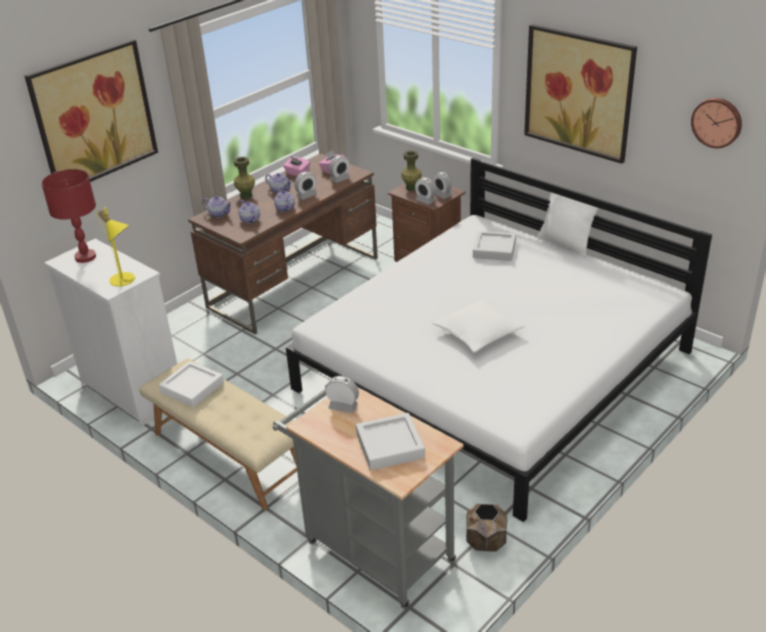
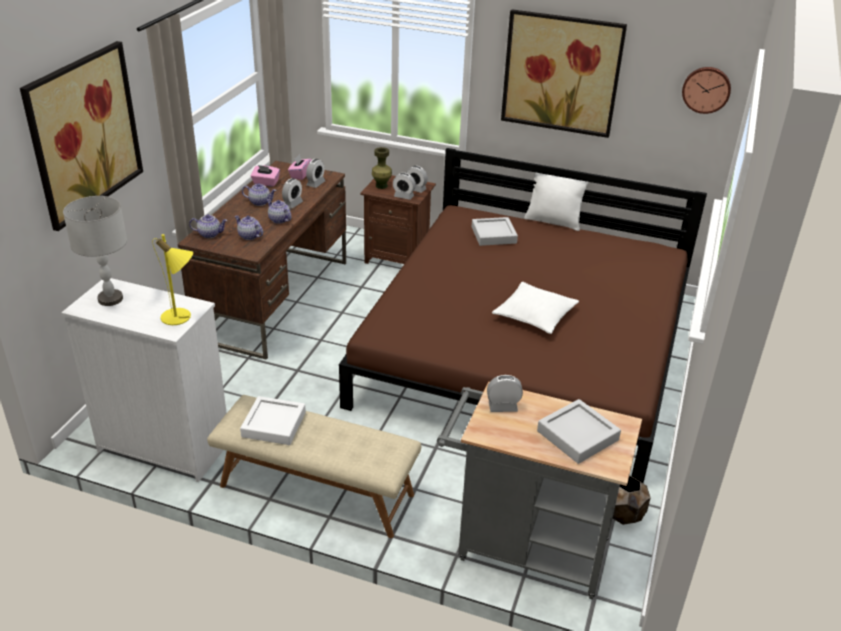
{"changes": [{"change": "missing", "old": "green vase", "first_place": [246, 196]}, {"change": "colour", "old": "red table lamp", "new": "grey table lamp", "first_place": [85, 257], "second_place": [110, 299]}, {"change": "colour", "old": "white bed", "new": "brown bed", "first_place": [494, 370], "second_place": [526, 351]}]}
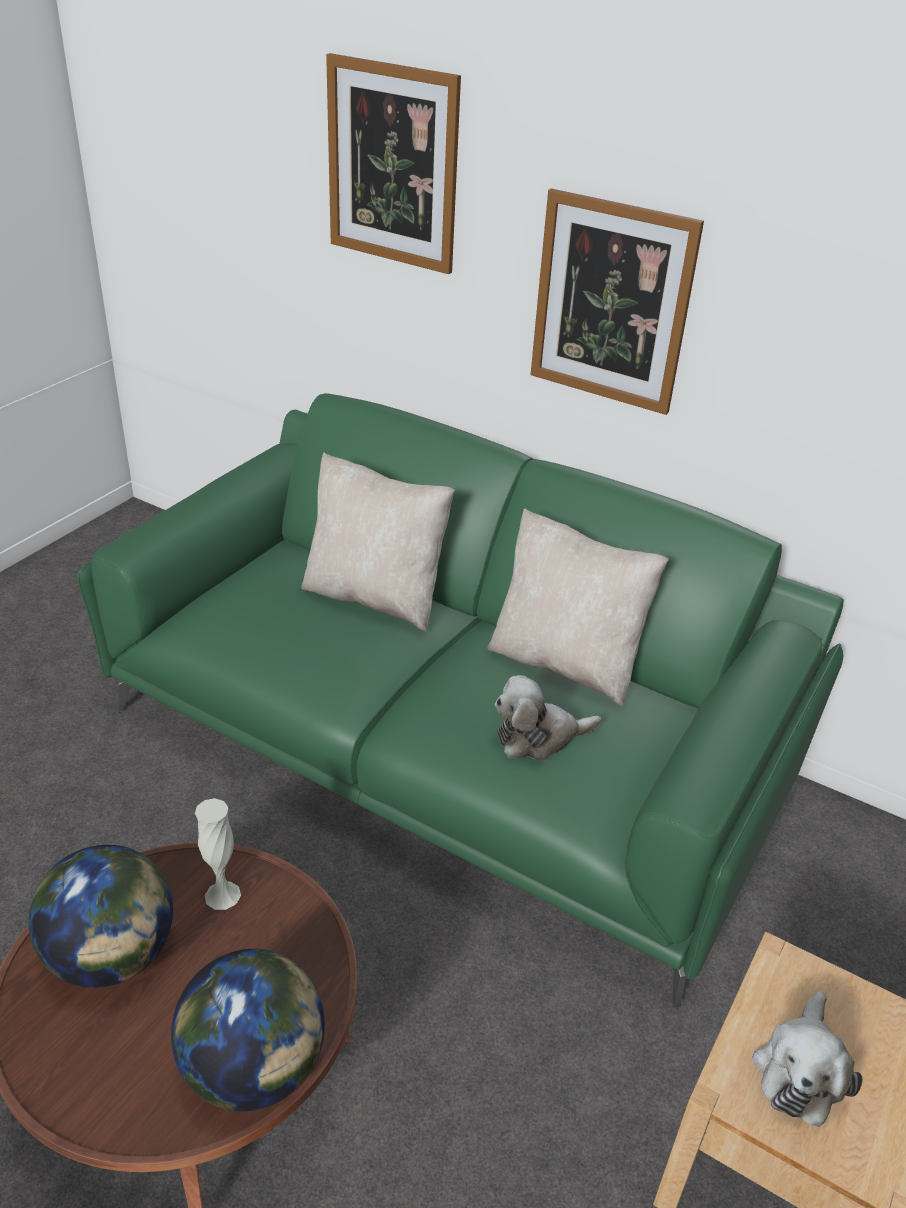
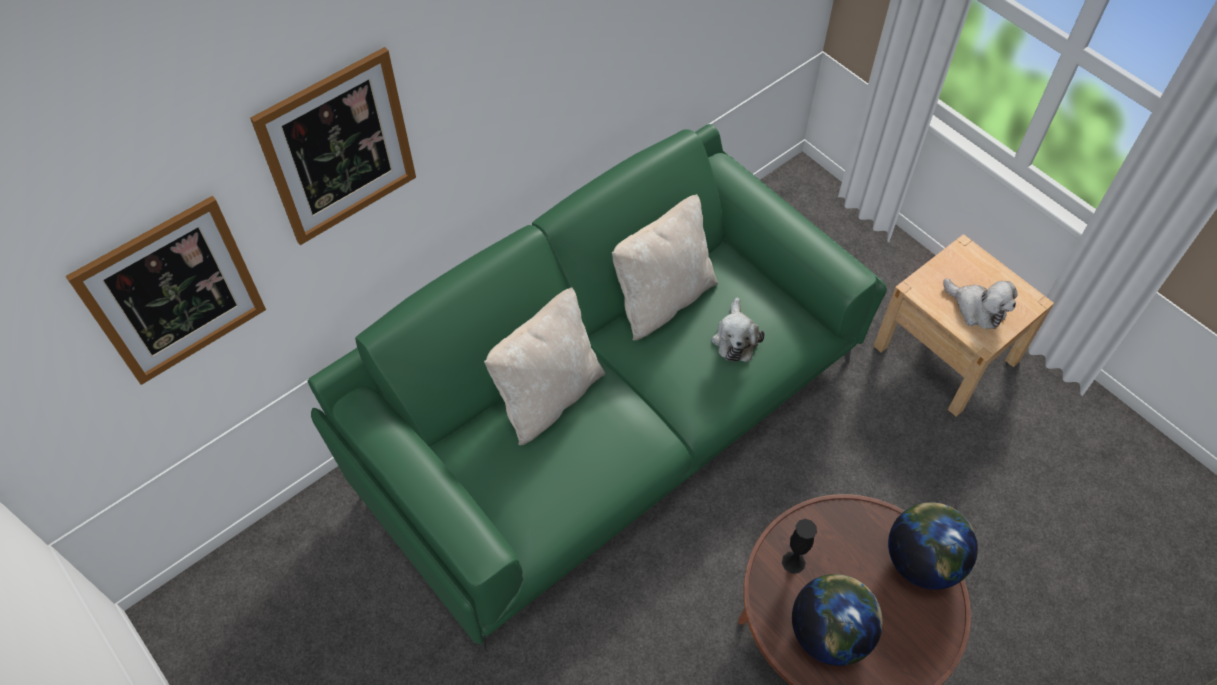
{"changes": [{"change": "relocated", "old": "picture", "first_place": [611, 303], "second_place": [173, 292]}, {"change": "colour", "old": "white vase", "new": "black vase", "first_place": [222, 895], "second_place": [793, 562]}]}
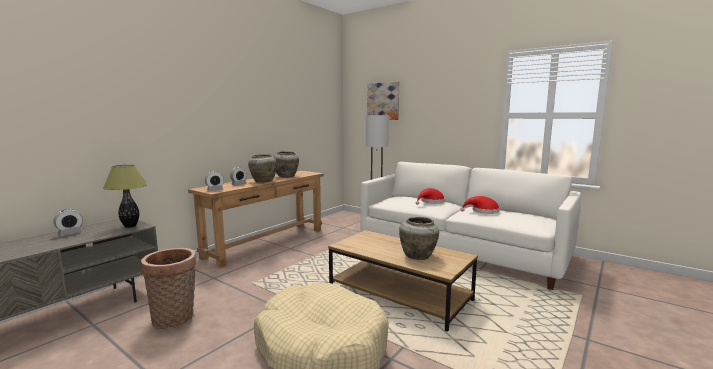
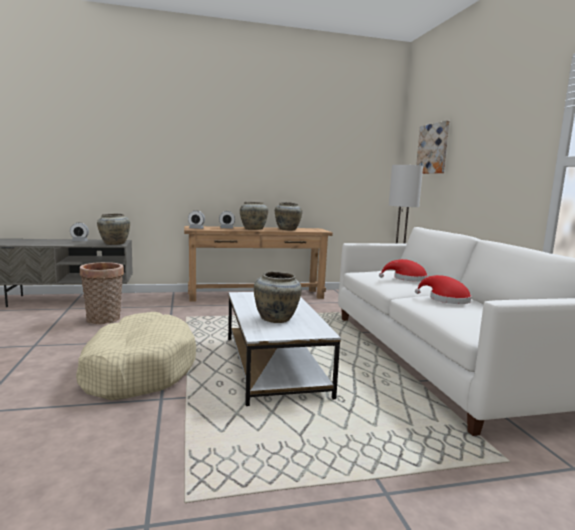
{"changes": [{"change": "exchanged", "old": "table lamp", "new": "beige vase", "first_place": [130, 226], "second_place": [114, 243]}, {"change": "colour", "old": "brown coffee table", "new": "white coffee table", "first_place": [399, 294], "second_place": [274, 365]}]}
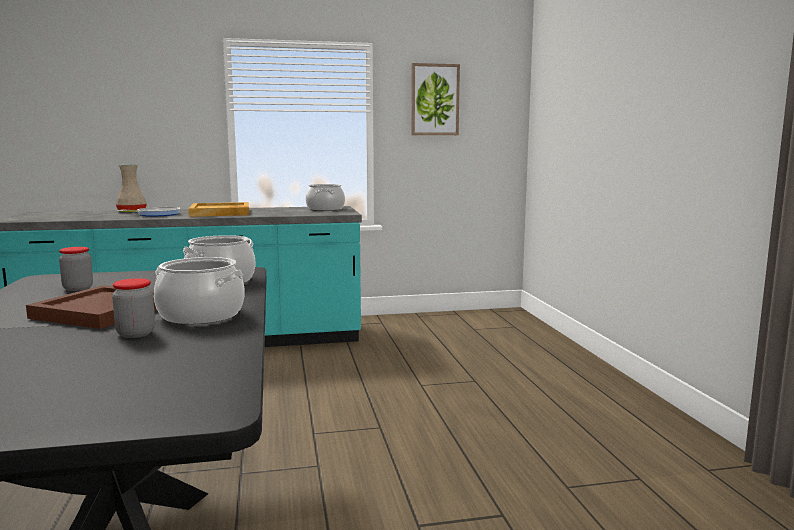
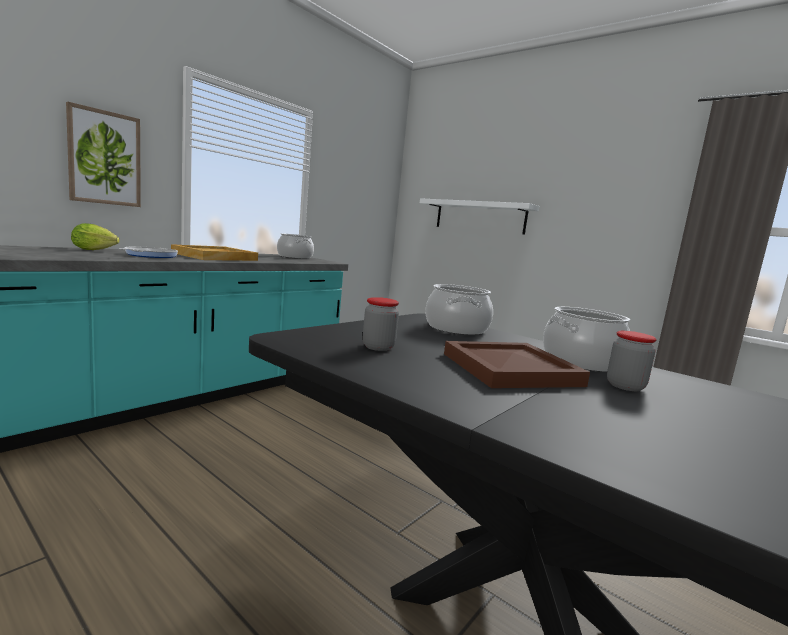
{"changes": [{"change": "appeared", "new": "white shelf", "second_place": [479, 216]}, {"change": "relocated", "old": "picture", "first_place": [434, 100], "second_place": [104, 158]}, {"change": "exchanged", "old": "beige vase", "new": "lettuce", "first_place": [132, 212], "second_place": [96, 250]}]}
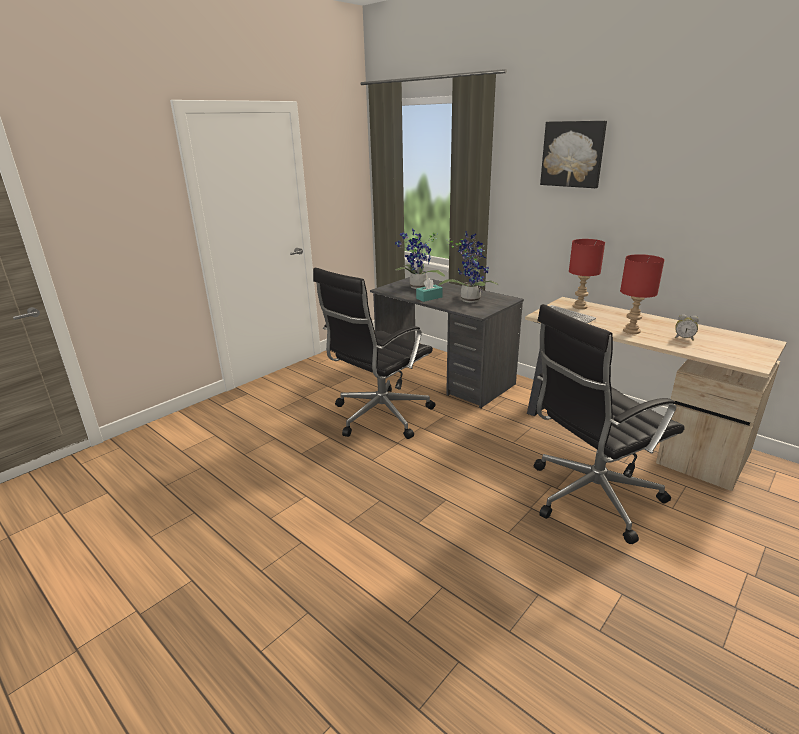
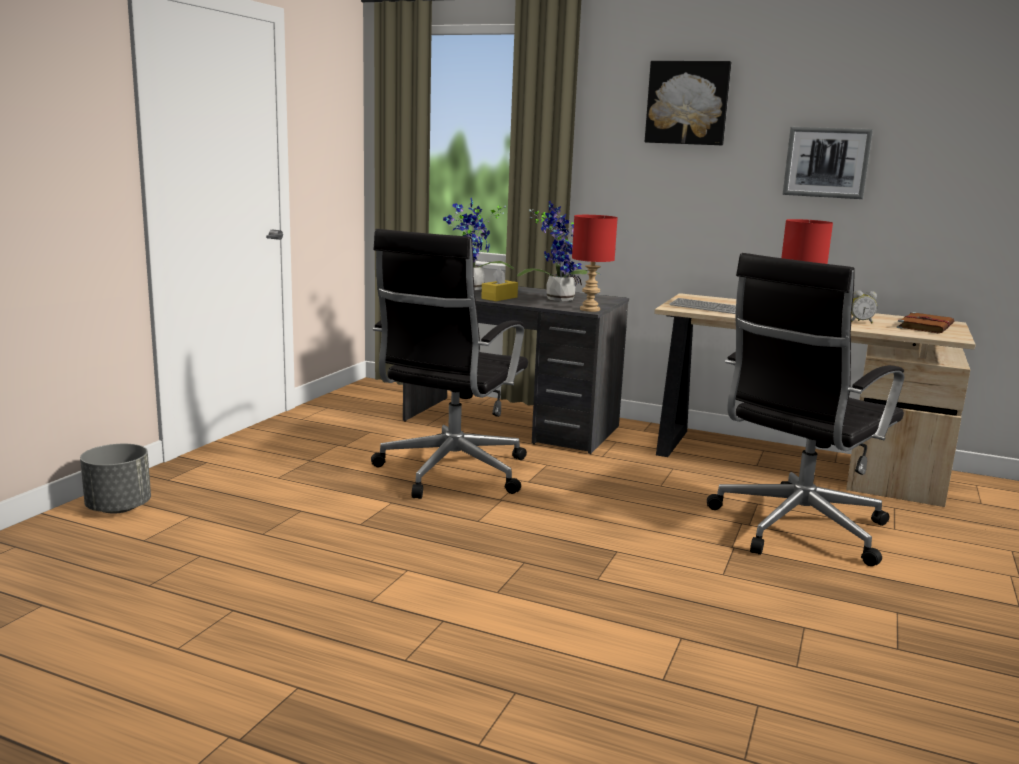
{"changes": [{"change": "appeared", "new": "grey planter", "second_place": [118, 508]}, {"change": "appeared", "new": "picture", "second_place": [826, 162]}, {"change": "appeared", "new": "brown book", "second_place": [925, 326]}, {"change": "relocated", "old": "red table lamp", "first_place": [580, 307], "second_place": [590, 309]}, {"change": "colour", "old": "turquoise tissue box", "new": "yellow tissue box", "first_place": [429, 298], "second_place": [499, 298]}]}
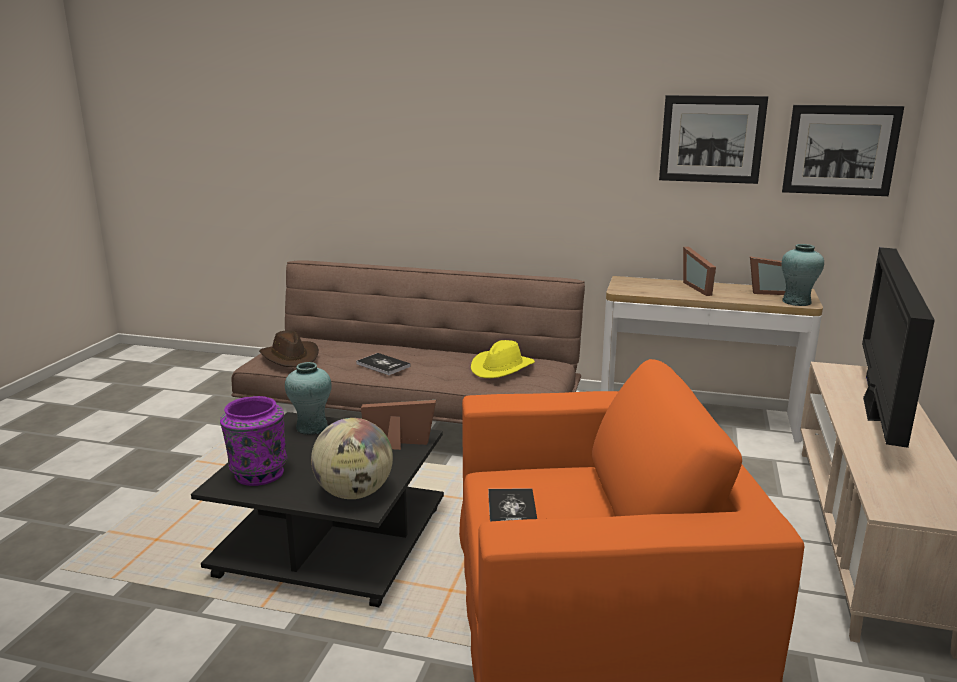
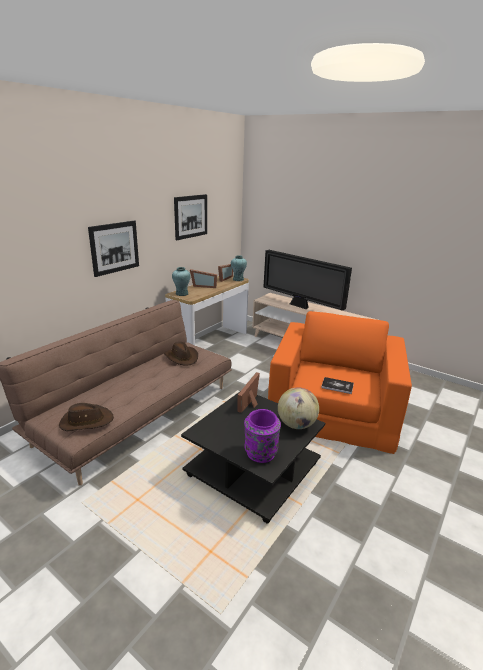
{"changes": [{"change": "missing", "old": "book", "first_place": [383, 365]}, {"change": "relocated", "old": "turquoise vase", "first_place": [311, 427], "second_place": [182, 294]}, {"change": "relocated", "old": "picture", "first_place": [840, 150], "second_place": [114, 247]}, {"change": "colour", "old": "yellow hat", "new": "brown hat", "first_place": [502, 368], "second_place": [182, 357]}]}
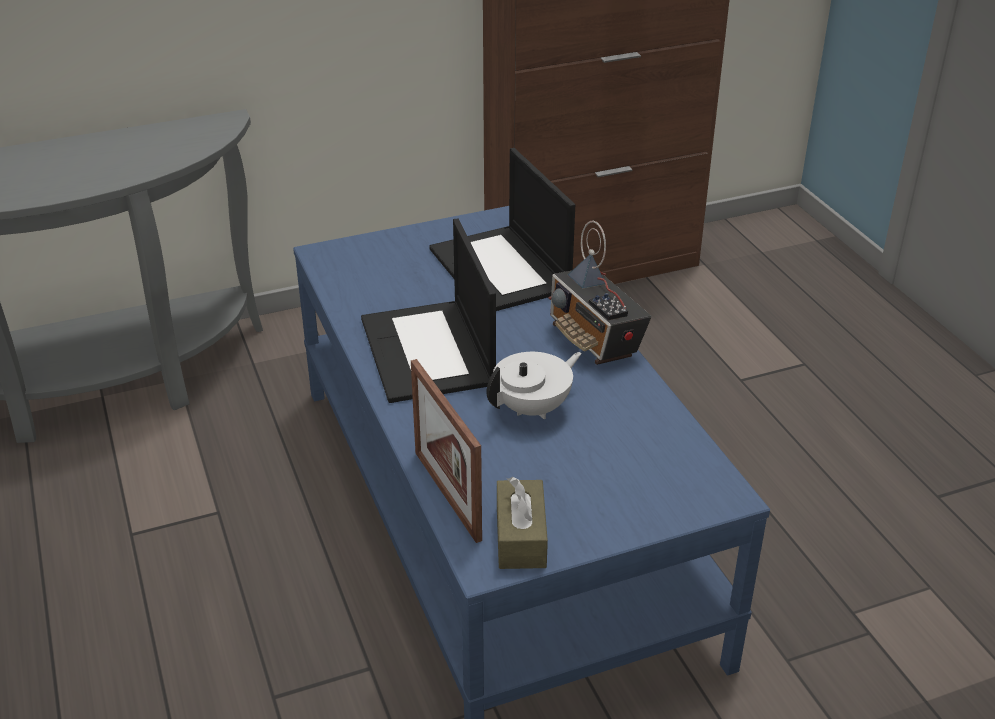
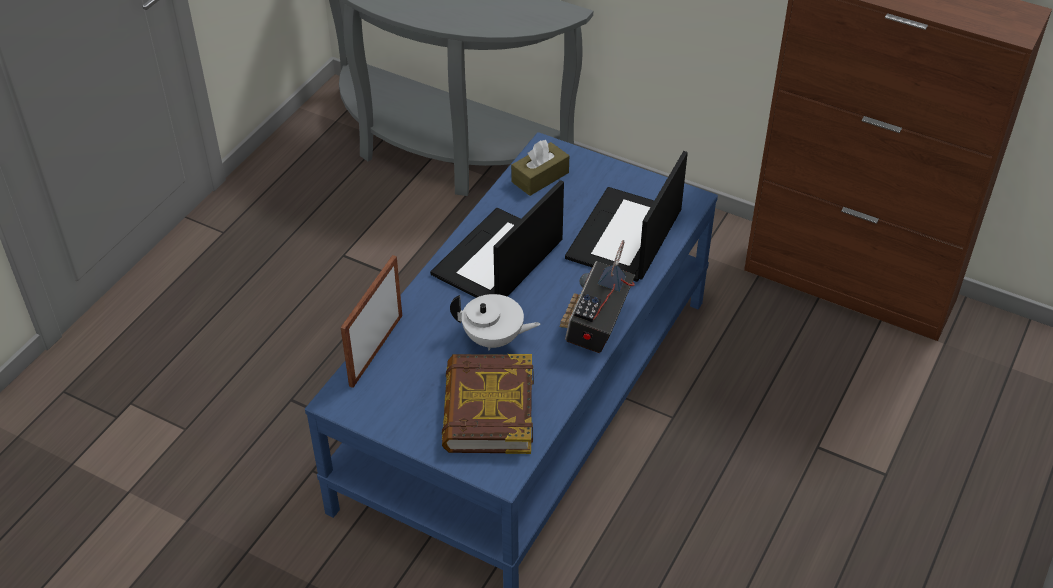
{"changes": [{"change": "appeared", "new": "book", "second_place": [488, 410]}, {"change": "relocated", "old": "brown tissue box", "first_place": [521, 537], "second_place": [540, 177]}]}
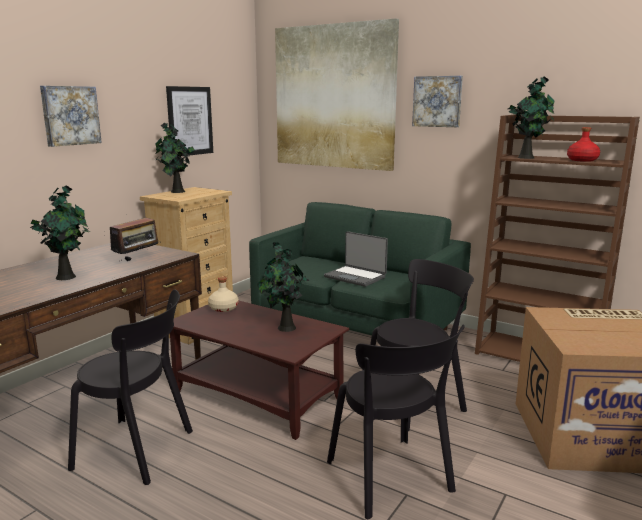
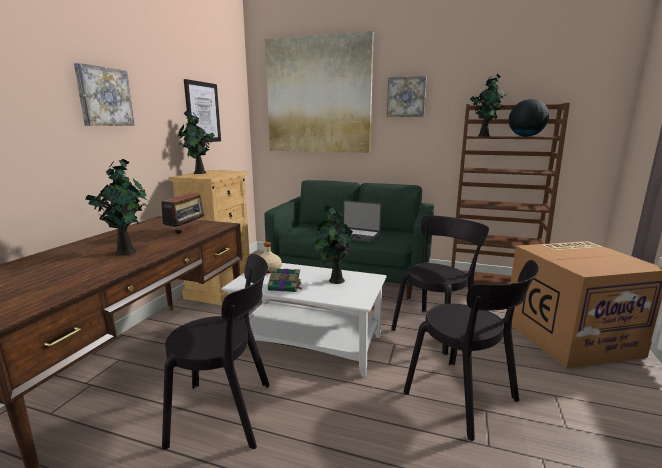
{"changes": [{"change": "appeared", "new": "book", "second_place": [285, 287]}, {"change": "exchanged", "old": "red bottle", "new": "globe", "first_place": [582, 160], "second_place": [525, 136]}, {"change": "colour", "old": "brown coffee table", "new": "white coffee table", "first_place": [259, 396], "second_place": [309, 343]}]}
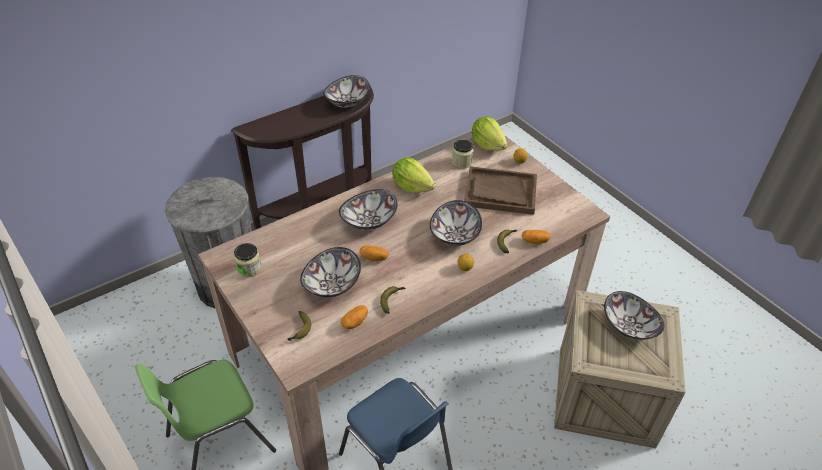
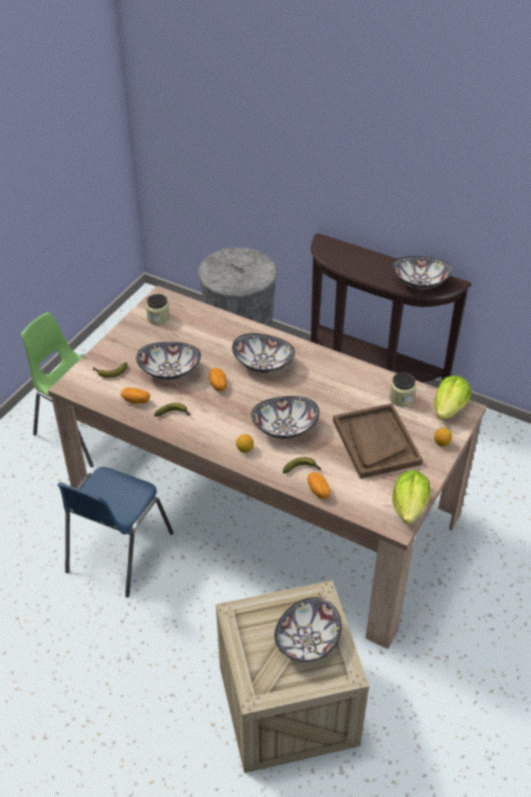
{"changes": [{"change": "relocated", "old": "lettuce", "first_place": [412, 186], "second_place": [409, 507]}]}
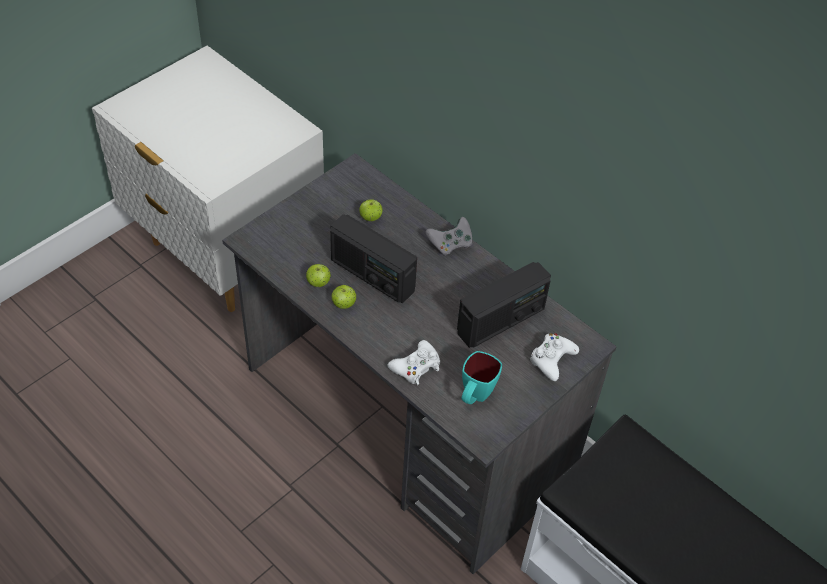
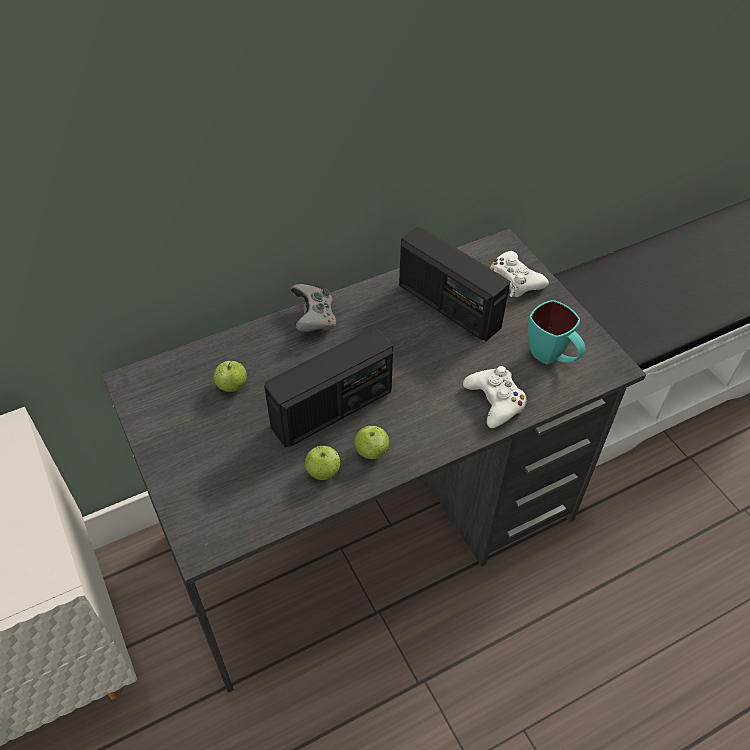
{"changes": [{"change": "spun", "old": "radio", "first_place": [501, 321], "second_place": [448, 306], "degrees": 150}]}
